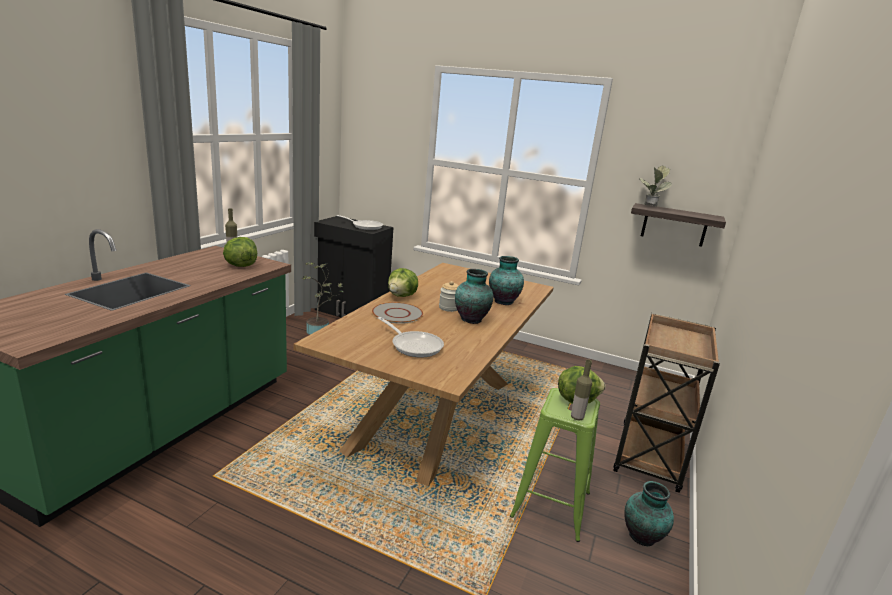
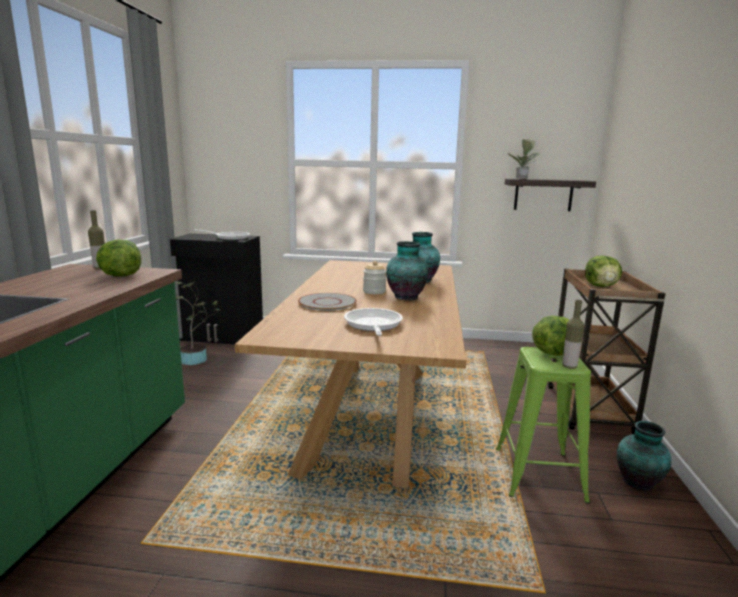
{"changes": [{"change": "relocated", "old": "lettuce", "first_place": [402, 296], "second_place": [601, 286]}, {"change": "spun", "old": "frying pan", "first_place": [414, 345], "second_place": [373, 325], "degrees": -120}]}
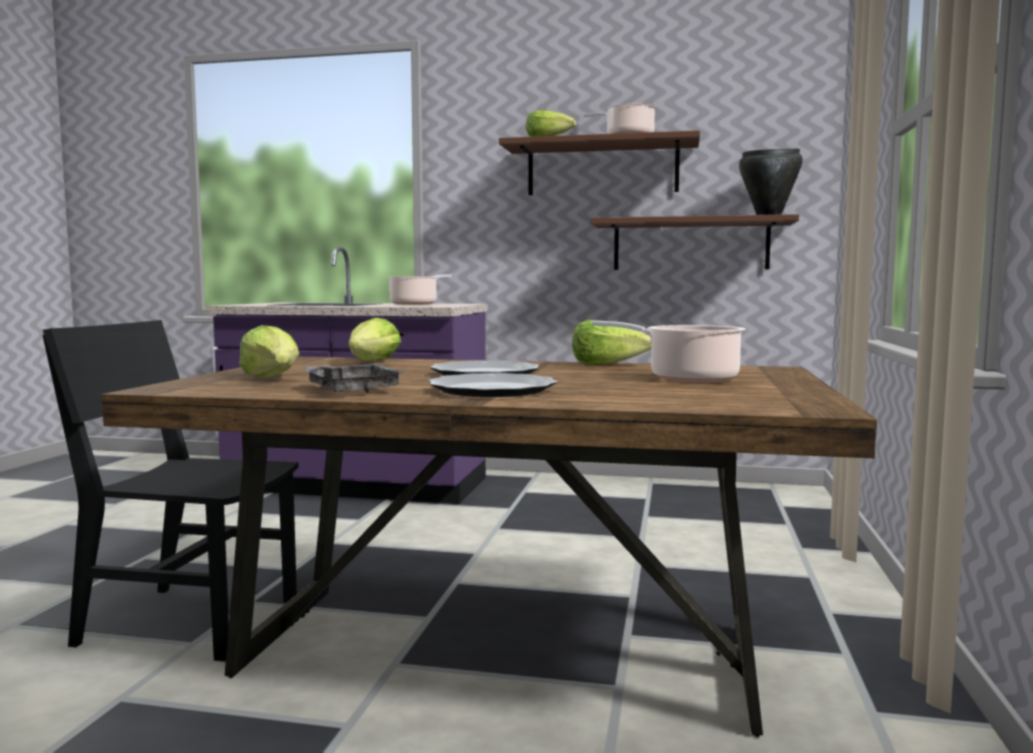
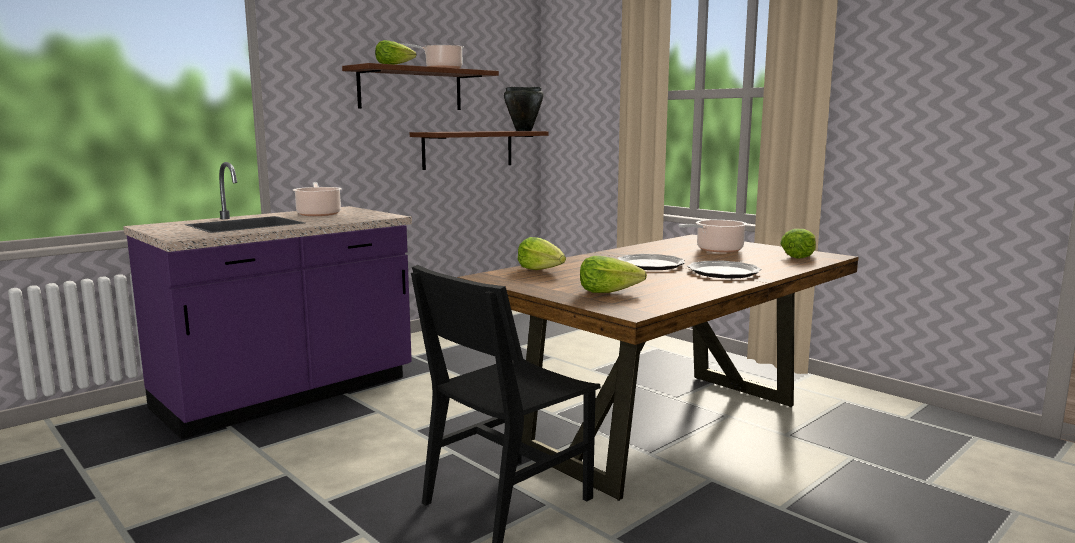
{"changes": [{"change": "missing", "old": "grey tray", "first_place": [351, 390]}, {"change": "relocated", "old": "lettuce", "first_place": [607, 364], "second_place": [799, 256]}]}
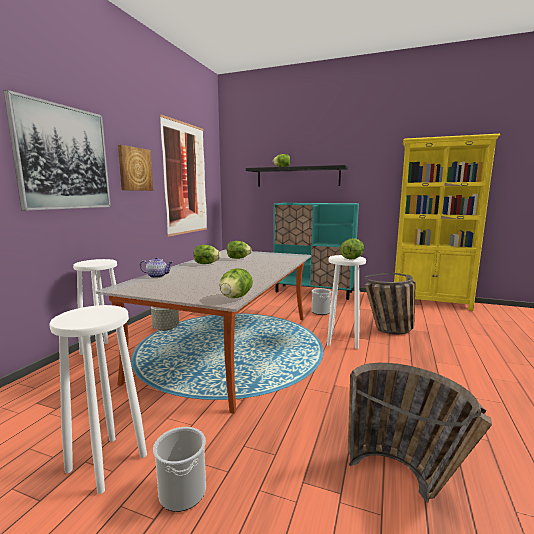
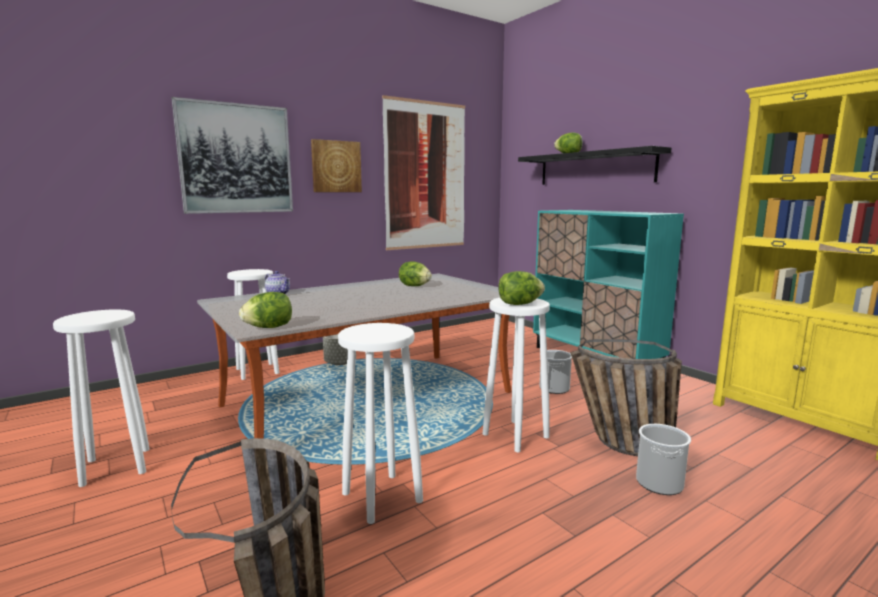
{"changes": [{"change": "missing", "old": "lettuce", "first_place": [206, 264]}, {"change": "appeared", "new": "white stool", "second_place": [381, 497]}, {"change": "relocated", "old": "bucket", "first_place": [182, 492], "second_place": [659, 483]}]}
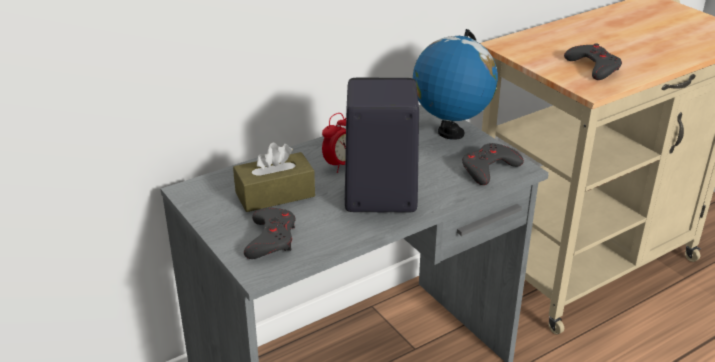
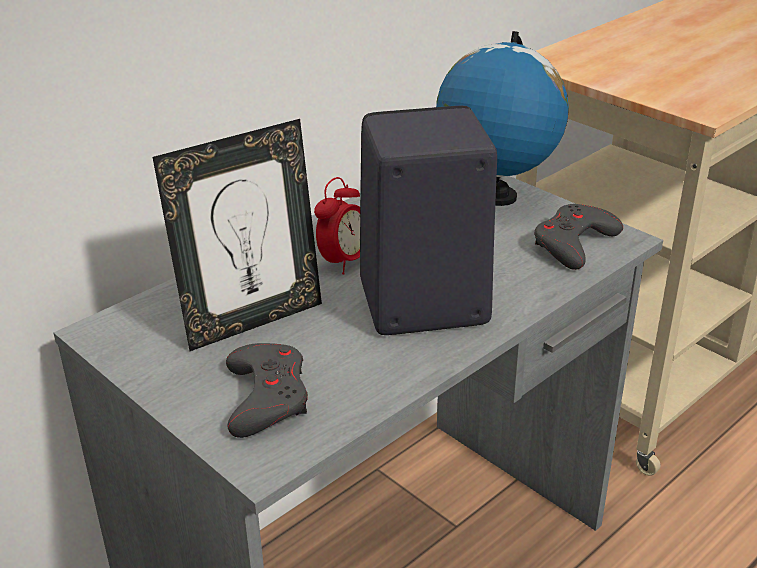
{"changes": [{"change": "missing", "old": "grey game controller", "first_place": [593, 67]}, {"change": "exchanged", "old": "brown tissue box", "new": "picture frame", "first_place": [275, 194], "second_place": [252, 320]}]}
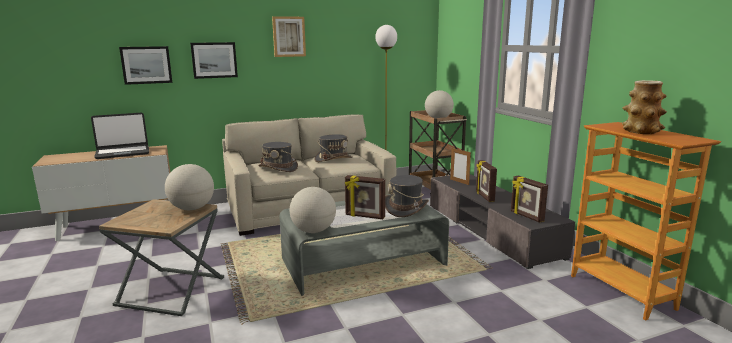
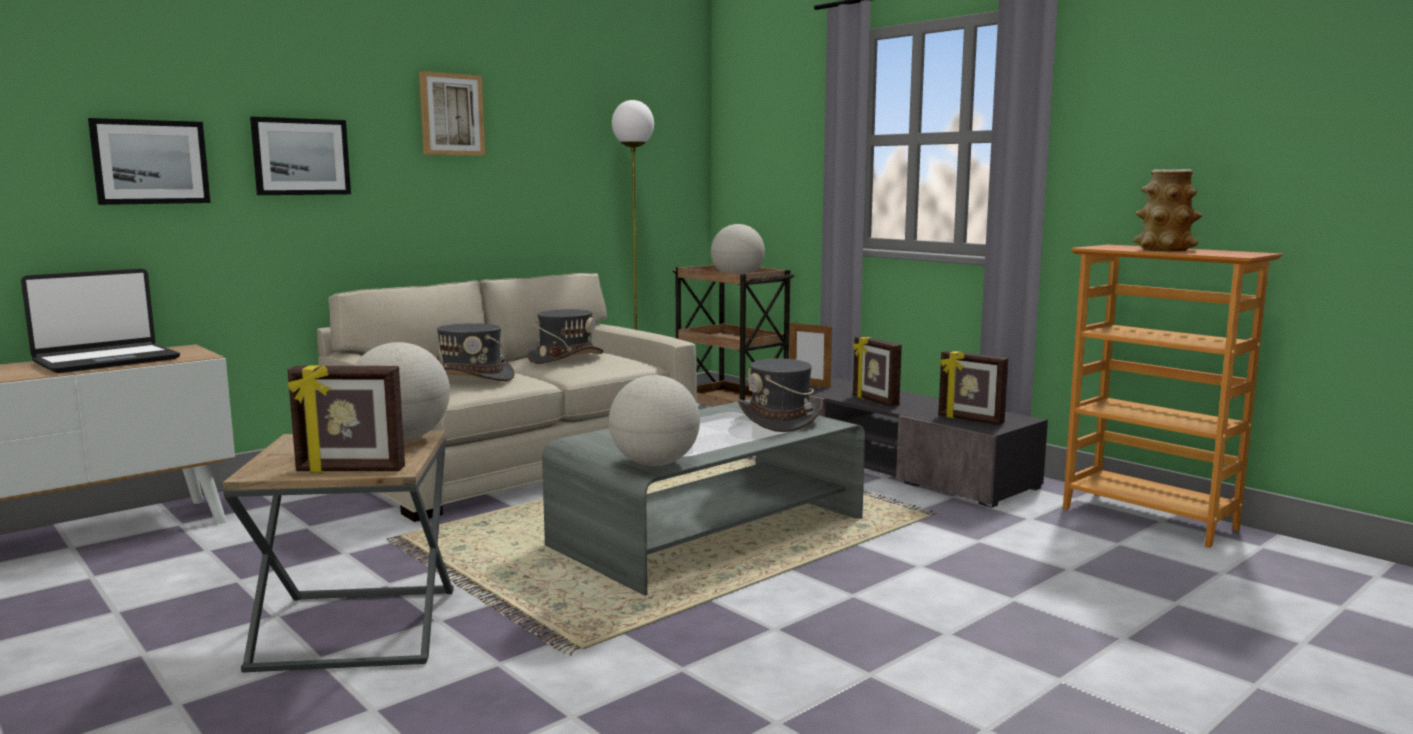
{"changes": [{"change": "relocated", "old": "picture frame", "first_place": [365, 216], "second_place": [350, 470]}]}
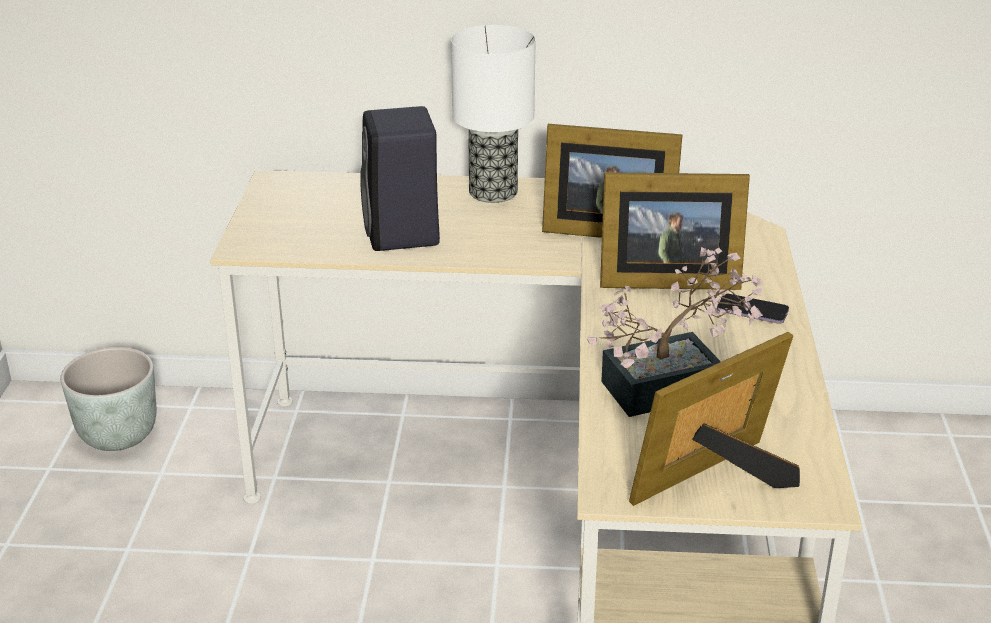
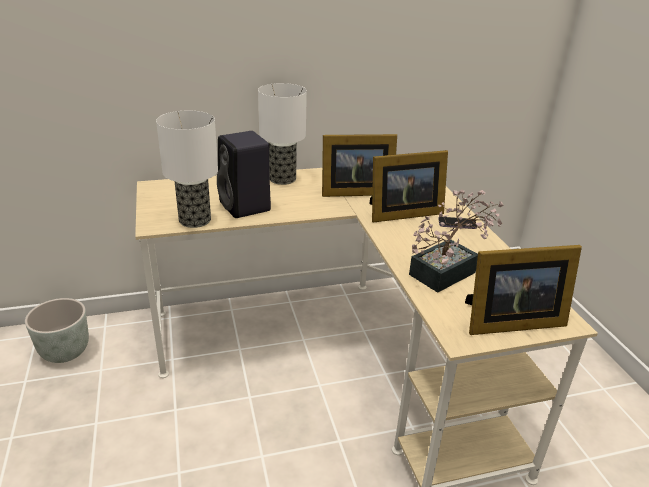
{"changes": [{"change": "appeared", "new": "table lamp", "second_place": [196, 220]}, {"change": "spun", "old": "picture frame", "first_place": [716, 480], "second_place": [509, 321], "degrees": -135}]}
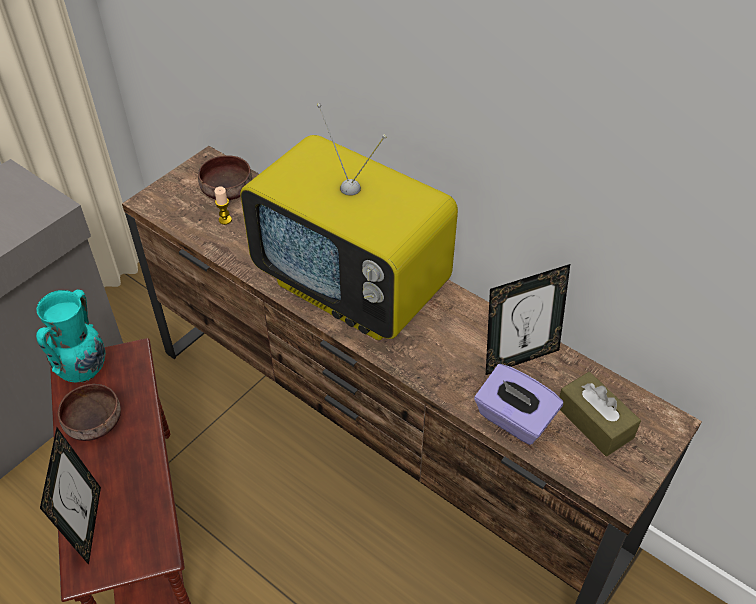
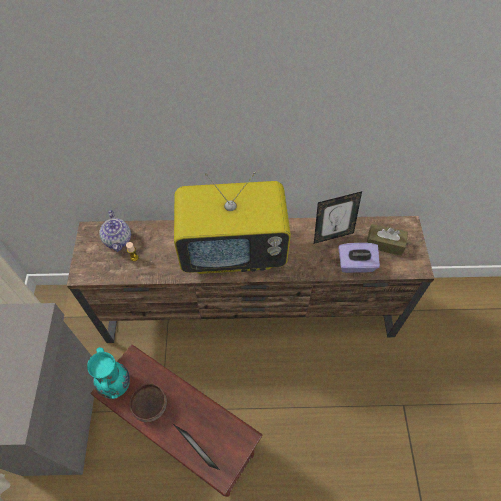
{"changes": [{"change": "exchanged", "old": "brown bowl", "new": "teapot", "first_place": [228, 190], "second_place": [118, 240]}, {"change": "spun", "old": "picture frame", "first_place": [519, 357], "second_place": [332, 235], "degrees": 45}]}
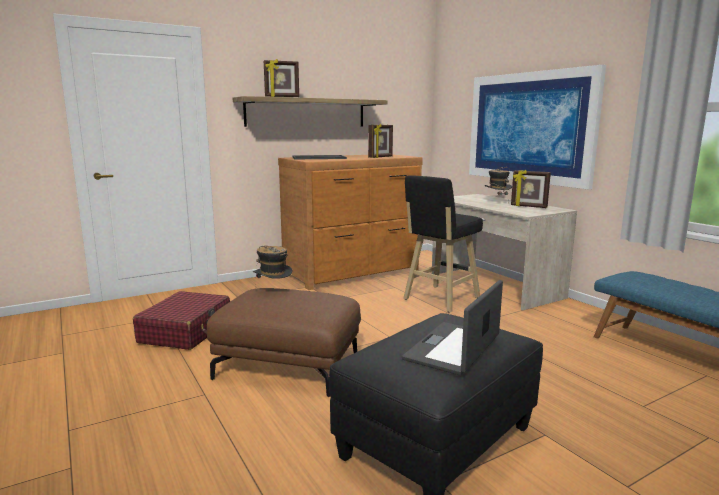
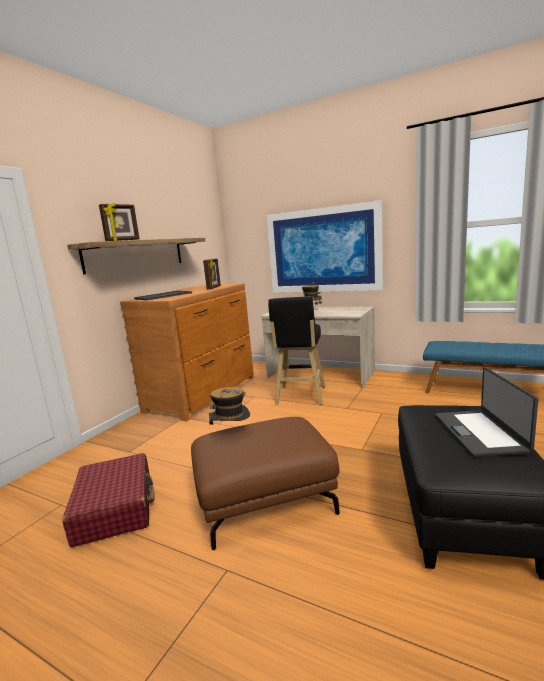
{"changes": [{"change": "missing", "old": "picture frame", "first_place": [528, 206]}]}
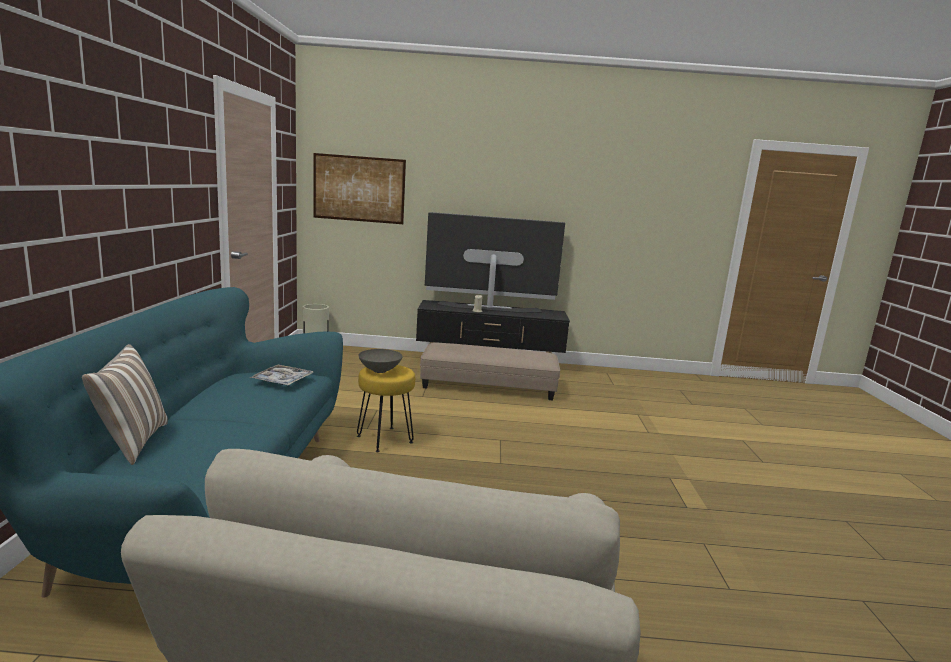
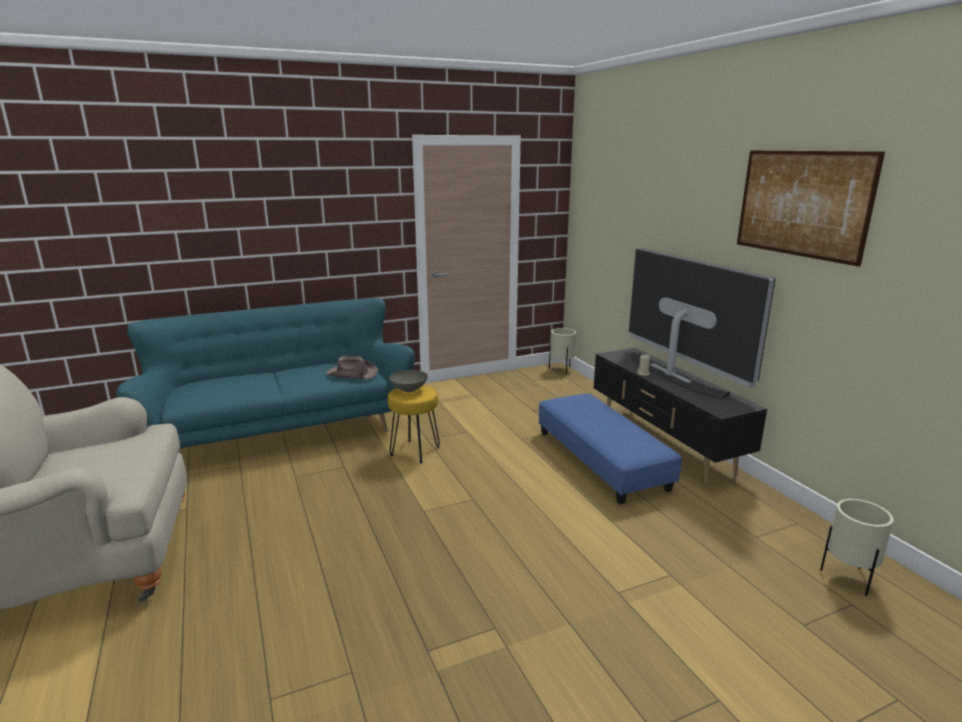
{"changes": [{"change": "missing", "old": "pillow", "first_place": [132, 442]}, {"change": "appeared", "new": "beige planter", "second_place": [848, 578]}, {"change": "relocated", "old": "picture", "first_place": [359, 189], "second_place": [802, 204]}, {"change": "exchanged", "old": "tray", "new": "brown hat", "first_place": [282, 381], "second_place": [352, 373]}, {"change": "colour", "old": "beige ottoman", "new": "blue ottoman", "first_place": [488, 385], "second_place": [601, 459]}]}
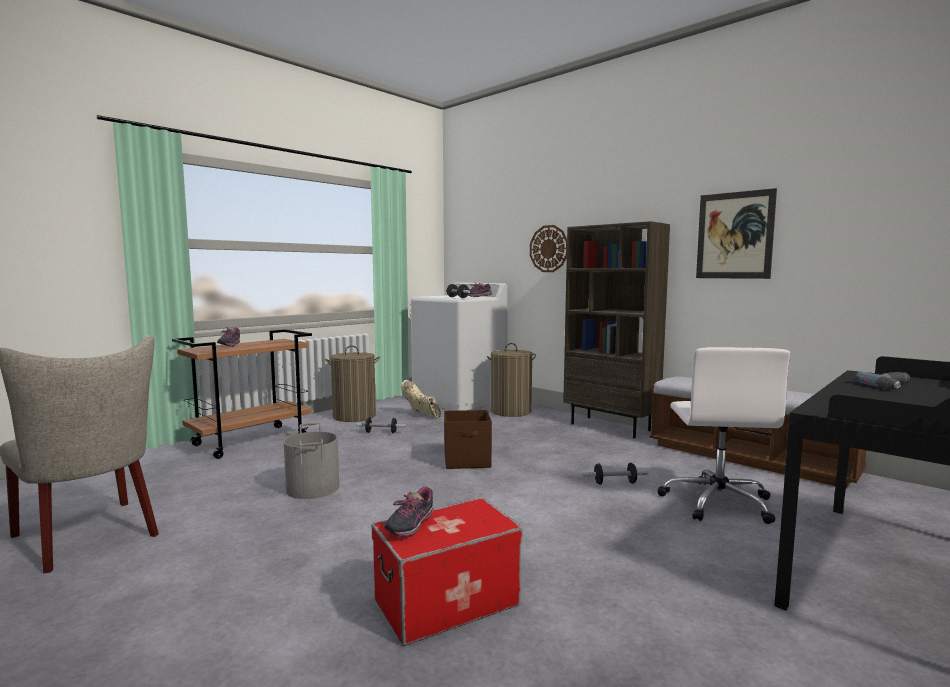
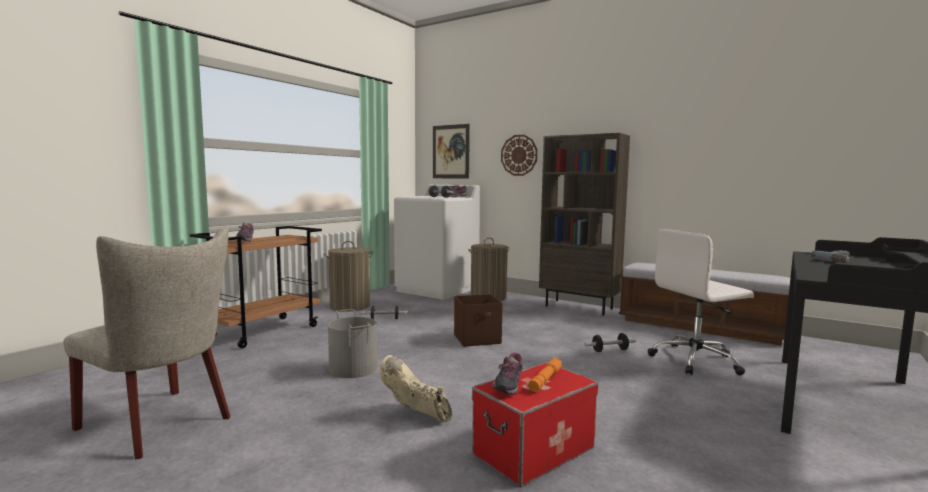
{"changes": [{"change": "appeared", "new": "orange flashlight", "second_place": [545, 380]}, {"change": "relocated", "old": "beige boot", "first_place": [422, 415], "second_place": [416, 415]}, {"change": "relocated", "old": "picture", "first_place": [734, 235], "second_place": [450, 151]}, {"change": "spun", "old": "white office chair", "first_place": [717, 502], "second_place": [696, 360], "degrees": 75}]}
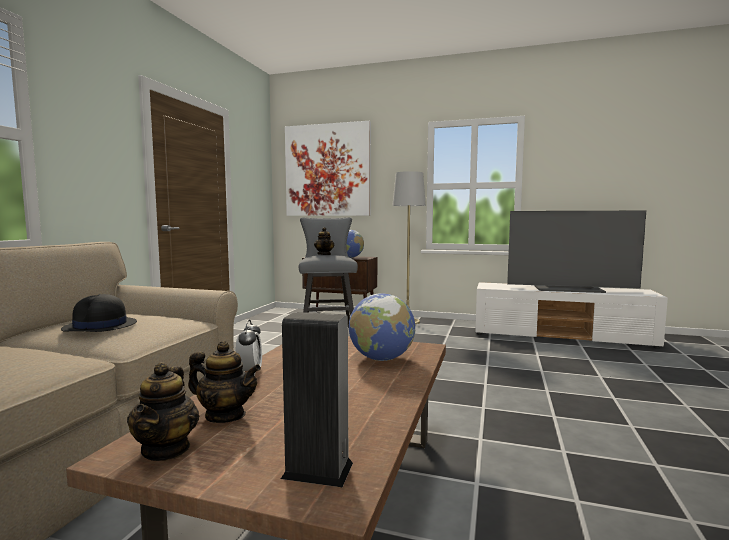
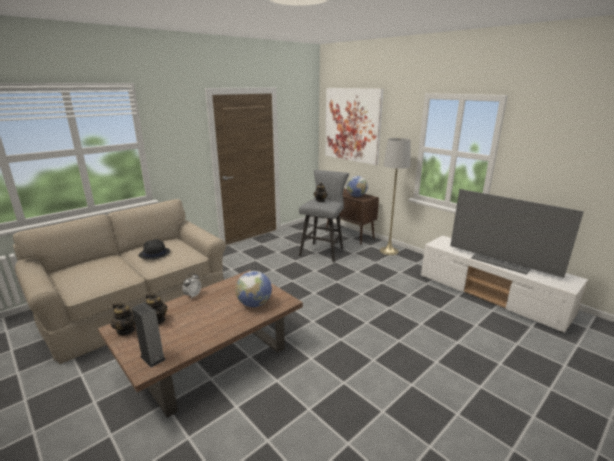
{"changes": [{"change": "spun", "old": "teapot", "first_place": [166, 449], "second_place": [126, 330], "degrees": -75}]}
